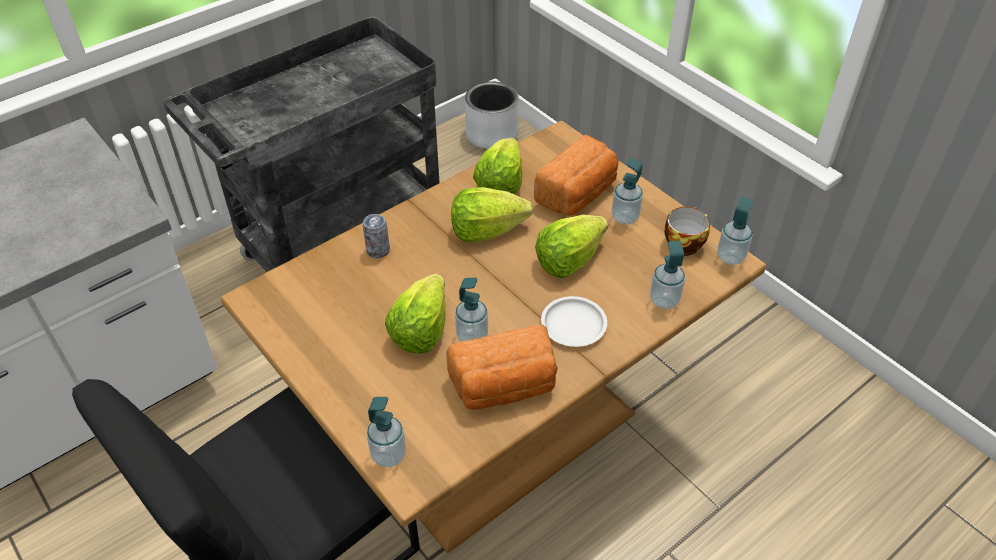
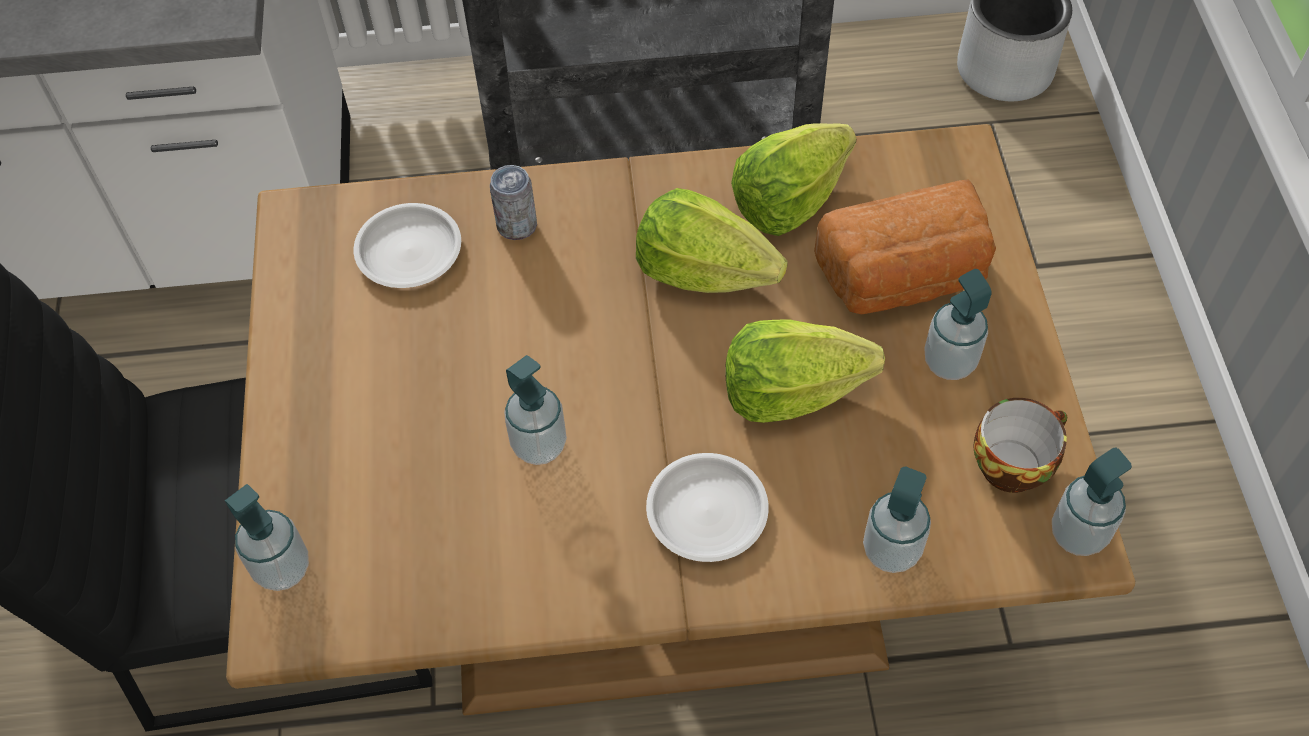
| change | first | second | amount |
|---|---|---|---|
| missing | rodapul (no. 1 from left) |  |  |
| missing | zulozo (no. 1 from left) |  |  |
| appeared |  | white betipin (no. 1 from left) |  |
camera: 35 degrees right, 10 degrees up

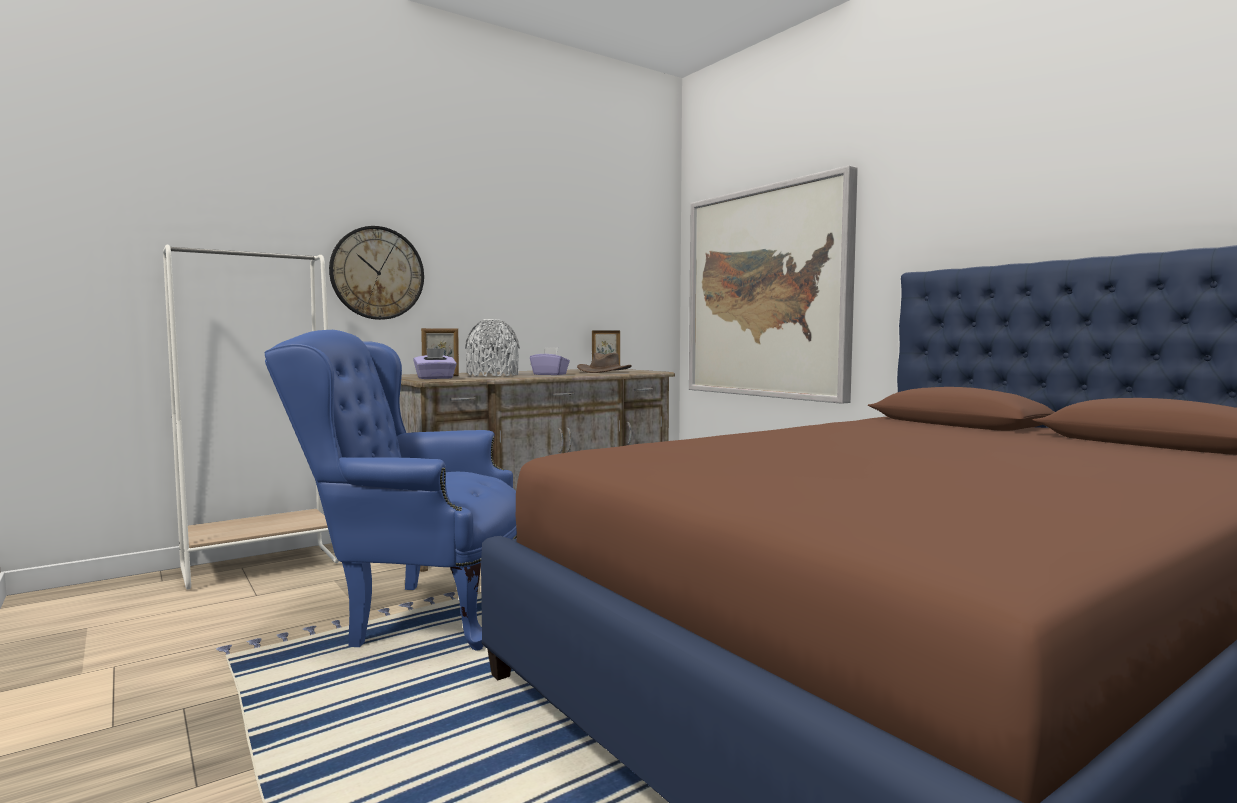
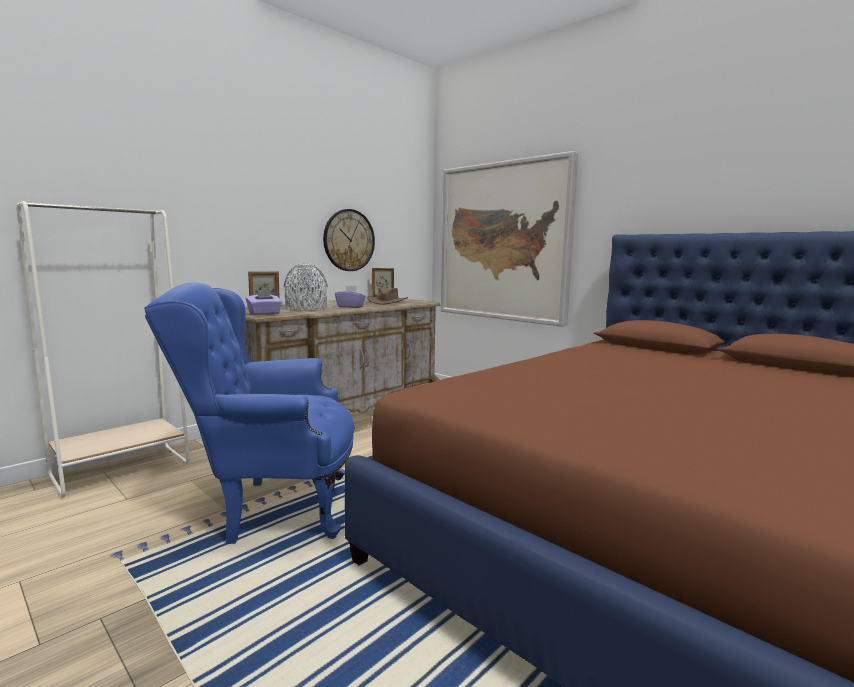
| change | first | second | amount |
|---|---|---|---|
| relocated | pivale |  |  |
camera: 10 degrees left, 5 degrees up

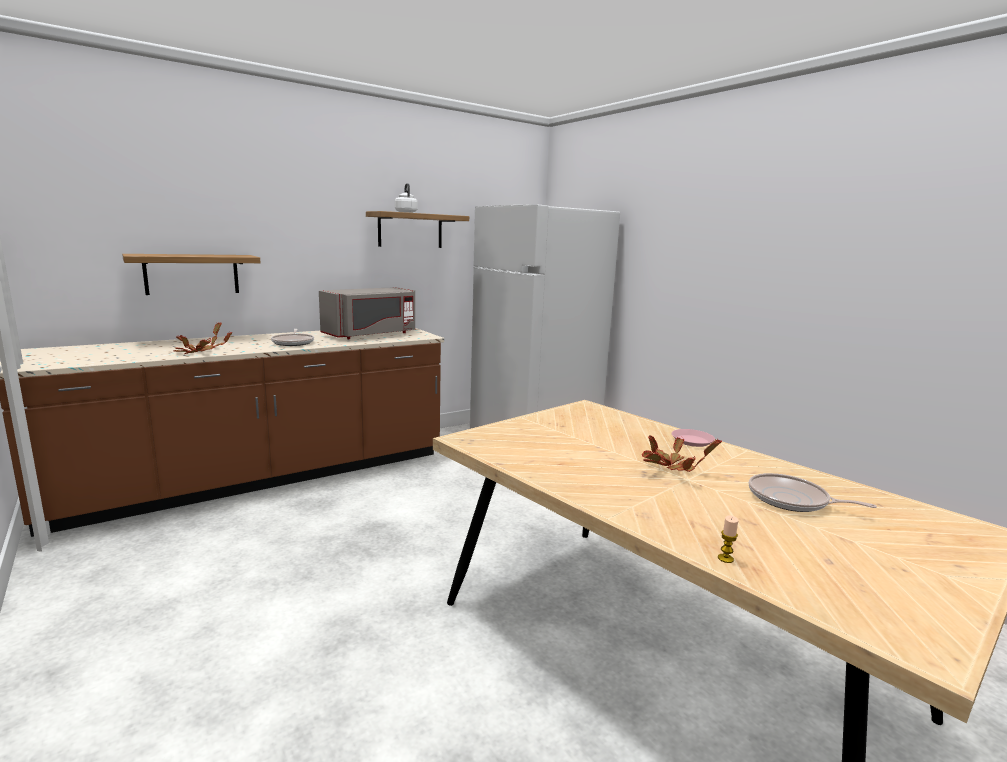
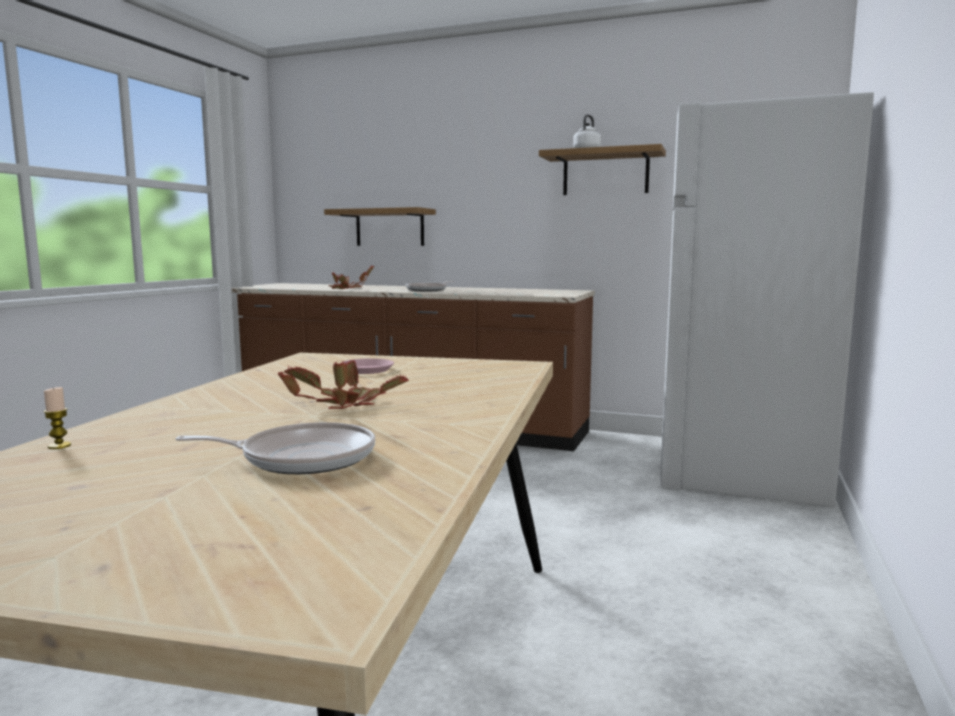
| change | first | second | amount |
|---|---|---|---|
| missing | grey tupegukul |  |  |
| relocated | pink betipin |  |  |
| spun | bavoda (no. 2 from left in the first image) | bavoda (no. 1 from left) | 90 degrees clockwise |
camera: 55 degrees right, 5 degrees down

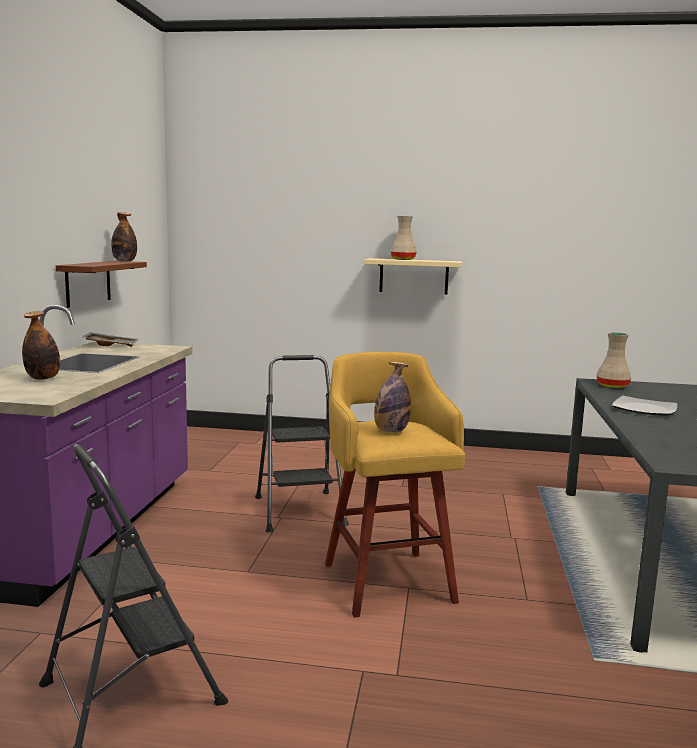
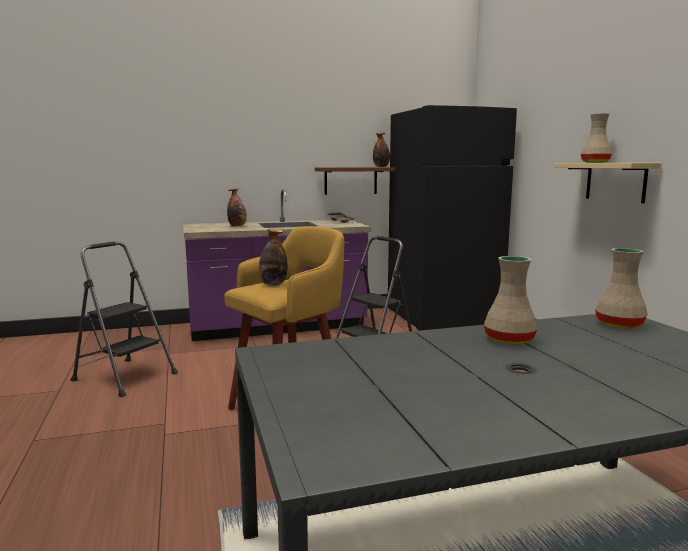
| change | first | second | amount |
|---|---|---|---|
| appeared |  | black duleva |  |
| exchanged | betipin | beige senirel (no. 1 from left) |  |
camera: 65 degrees right, 0 degrees up

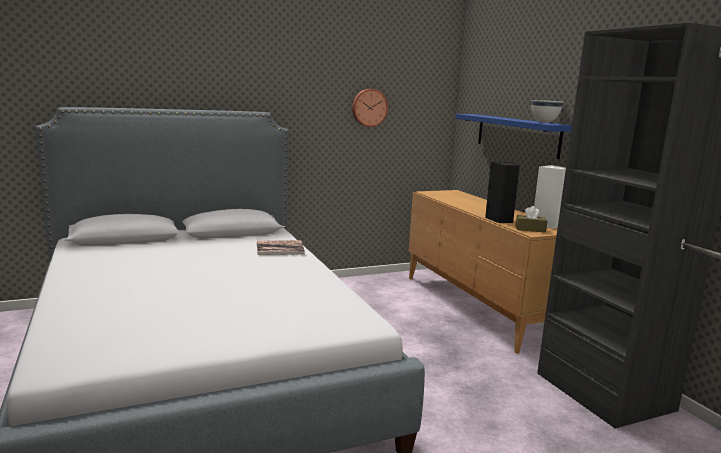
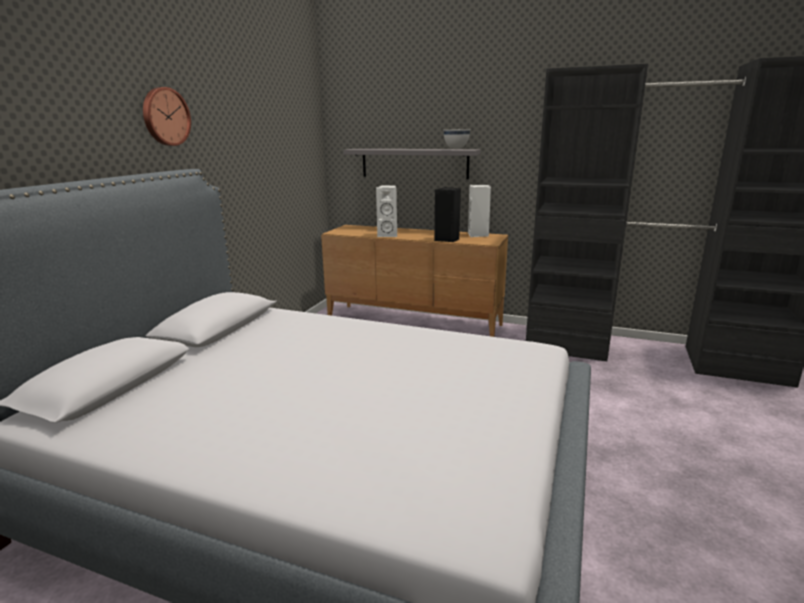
| change | first | second | amount |
|---|---|---|---|
| missing | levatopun |  |  |
| missing | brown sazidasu |  |  |
| appeared |  | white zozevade (no. 1 from left) |  |
| relocated | pivale |  |  |
| colour | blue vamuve | grey vamuve |  |
camera: 45 degrees left, 5 degrees up

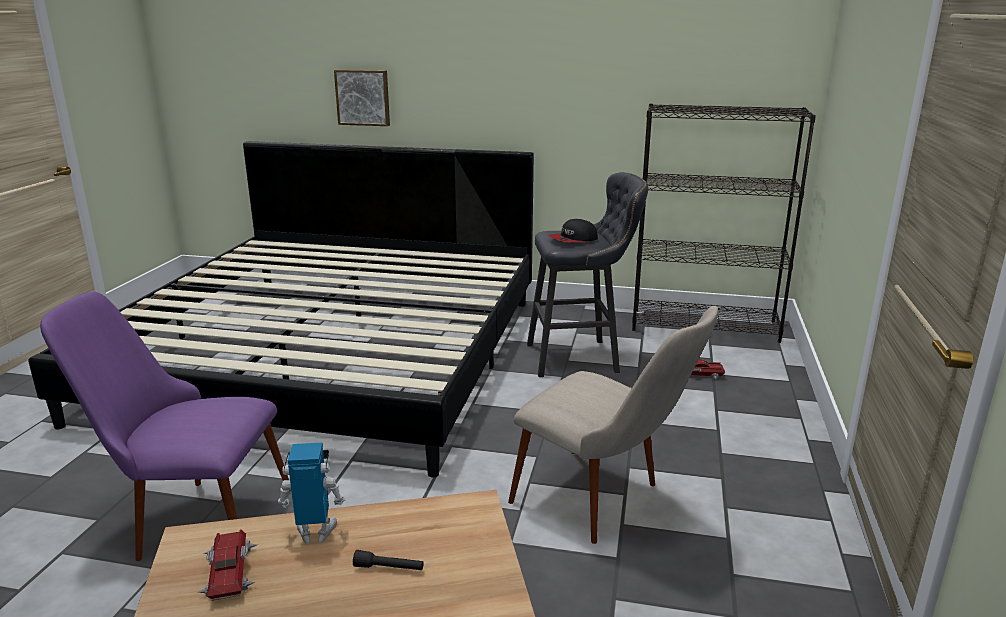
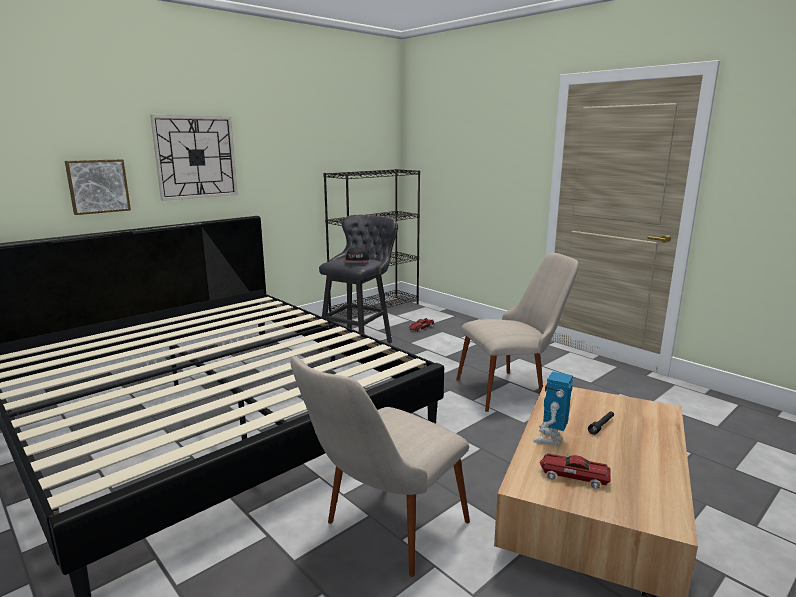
| change | first | second | amount |
|---|---|---|---|
| appeared |  | pivale |  |
| colour | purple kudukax | beige kudukax (no. 1 from left) |  |
camera: 55 degrees left, 5 degrees down

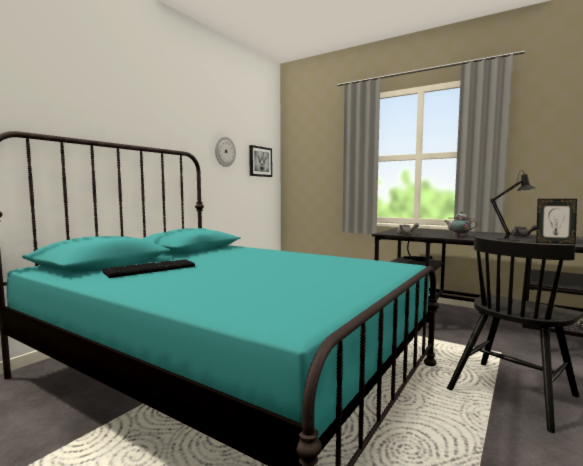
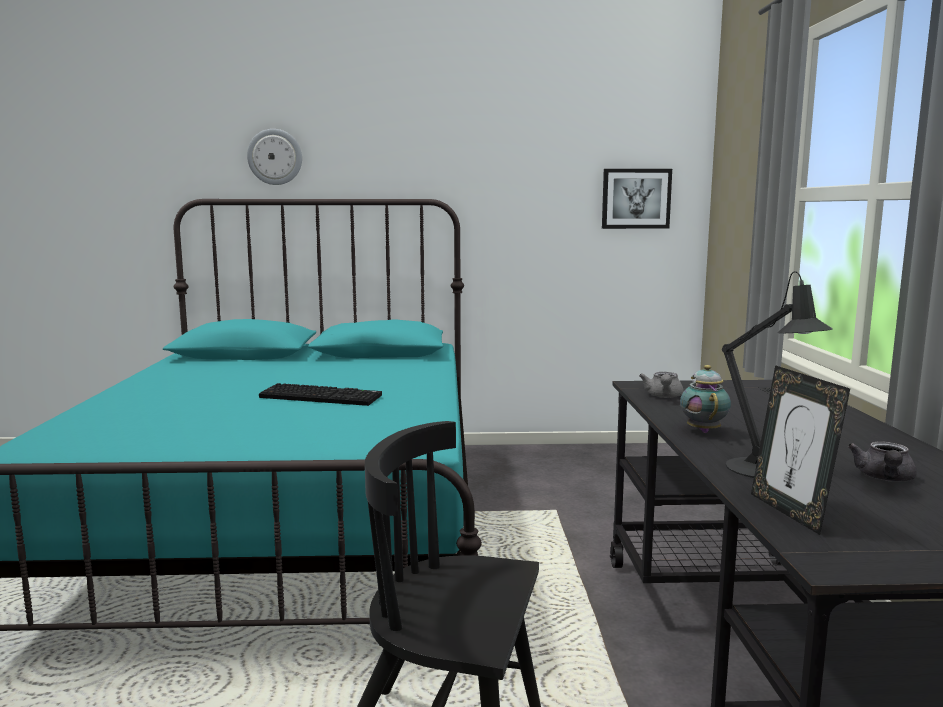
| change | first | second | amount |
|---|---|---|---|
| relocated | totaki |  |  |
| relocated | pivale |  |  |
camera: 55 degrees right, 5 degrees up

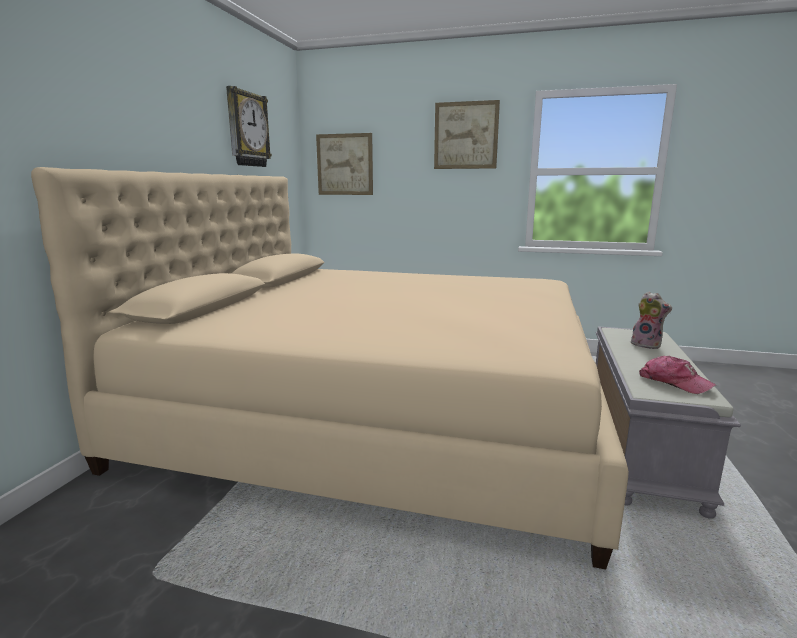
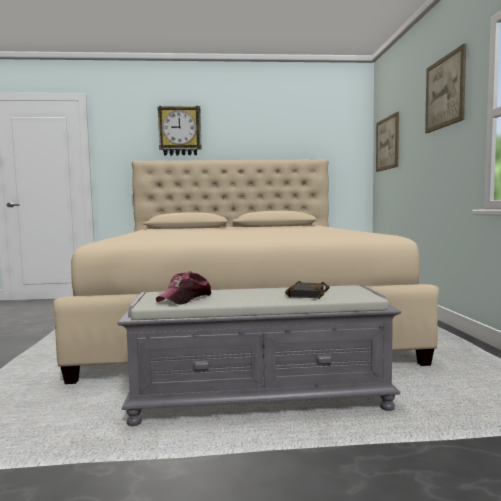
| change | first | second | amount |
|---|---|---|---|
| relocated | pivale |  |  |
| exchanged | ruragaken | black levatopun |  |
camera: 70 degrees right, 10 degrees down

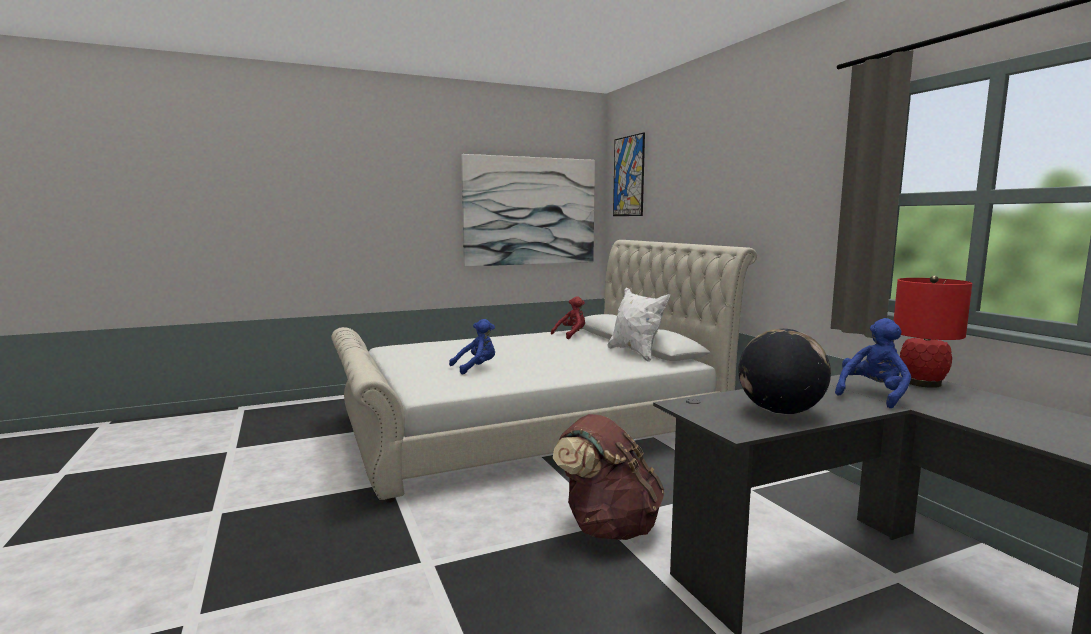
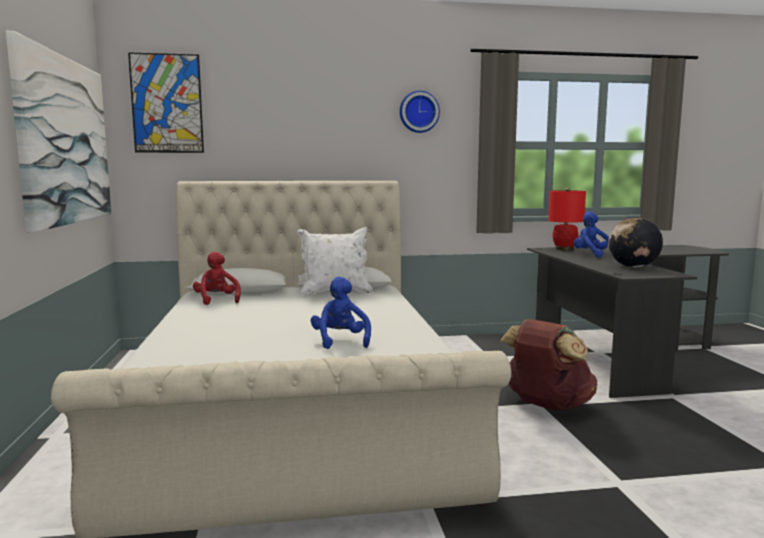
| change | first | second | amount |
|---|---|---|---|
| appeared |  | pivale |  |
camera: 75 degrees left, 0 degrees up

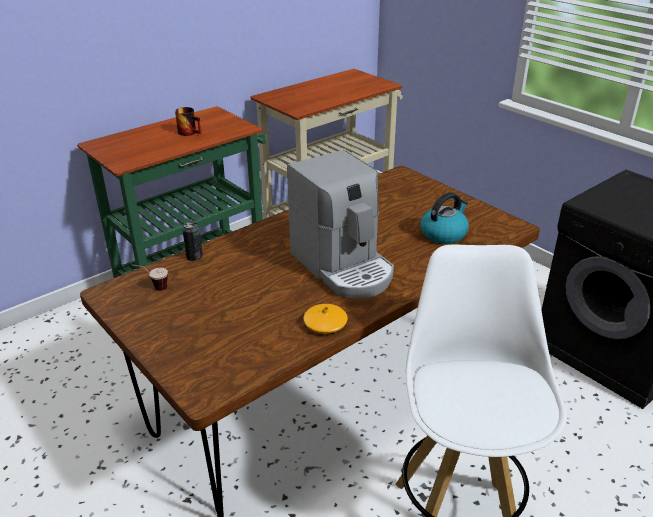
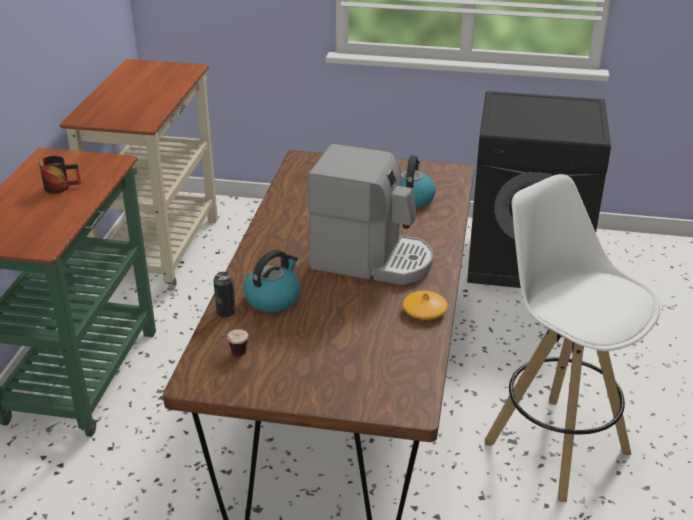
| change | first | second | amount |
|---|---|---|---|
| appeared |  | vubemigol (no. 1 from left) |  |
camera: 40 degrees left, 0 degrees up

